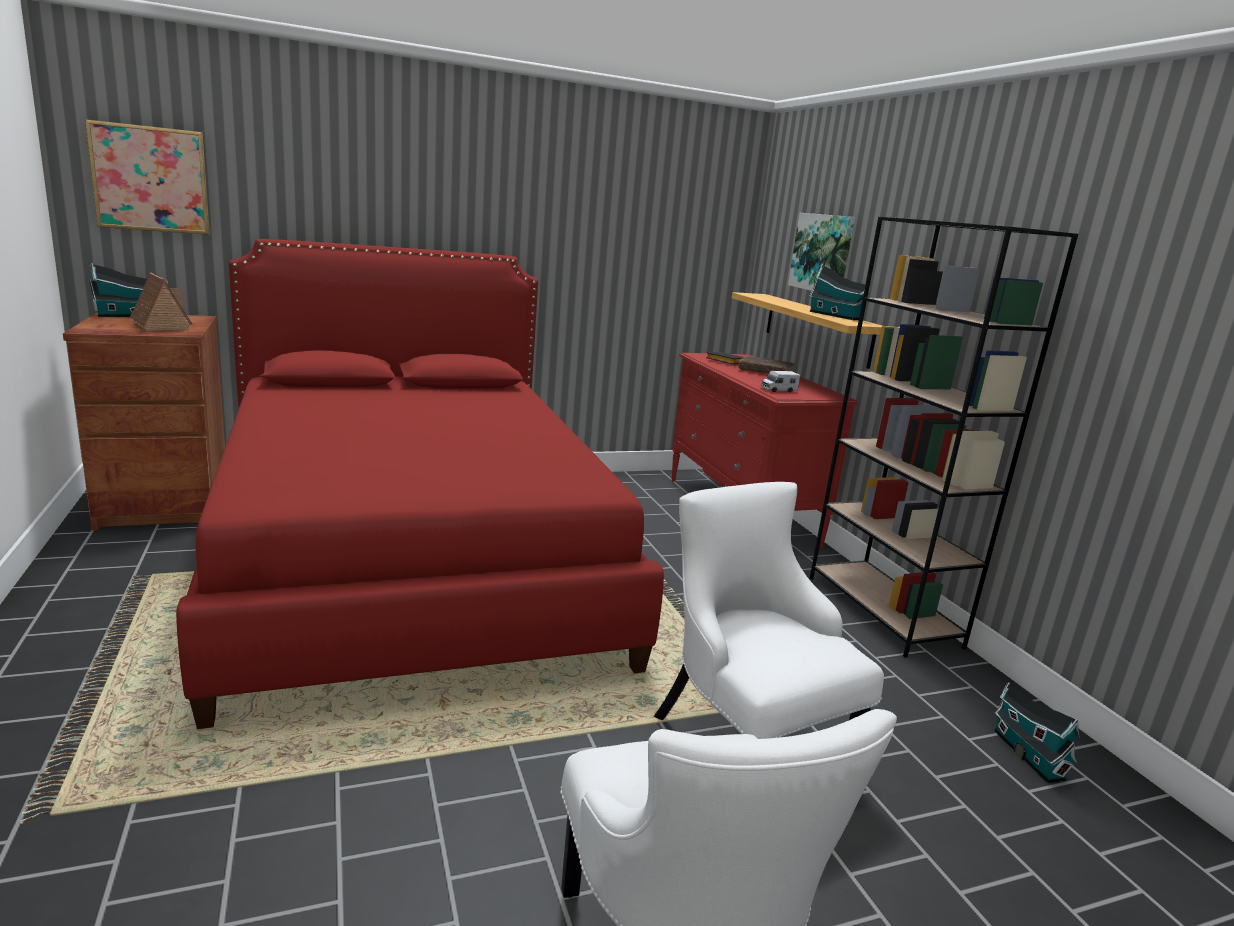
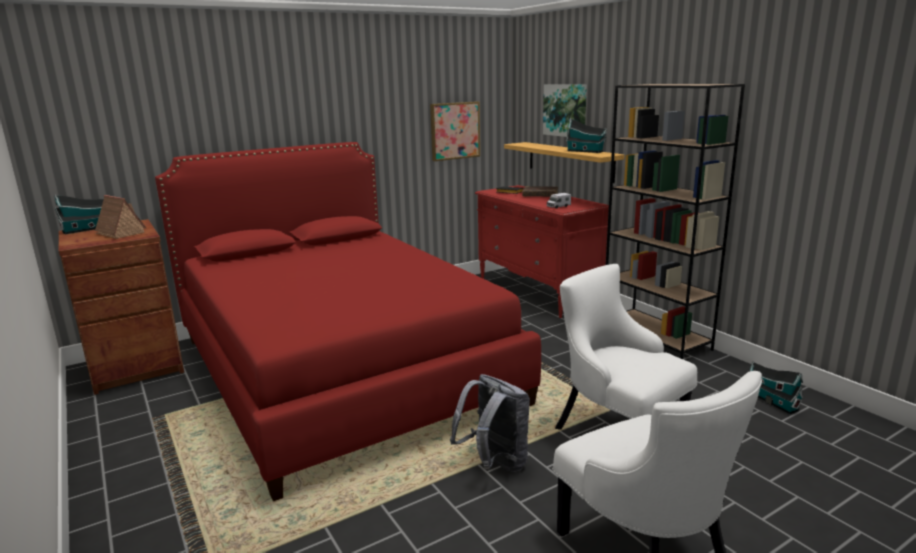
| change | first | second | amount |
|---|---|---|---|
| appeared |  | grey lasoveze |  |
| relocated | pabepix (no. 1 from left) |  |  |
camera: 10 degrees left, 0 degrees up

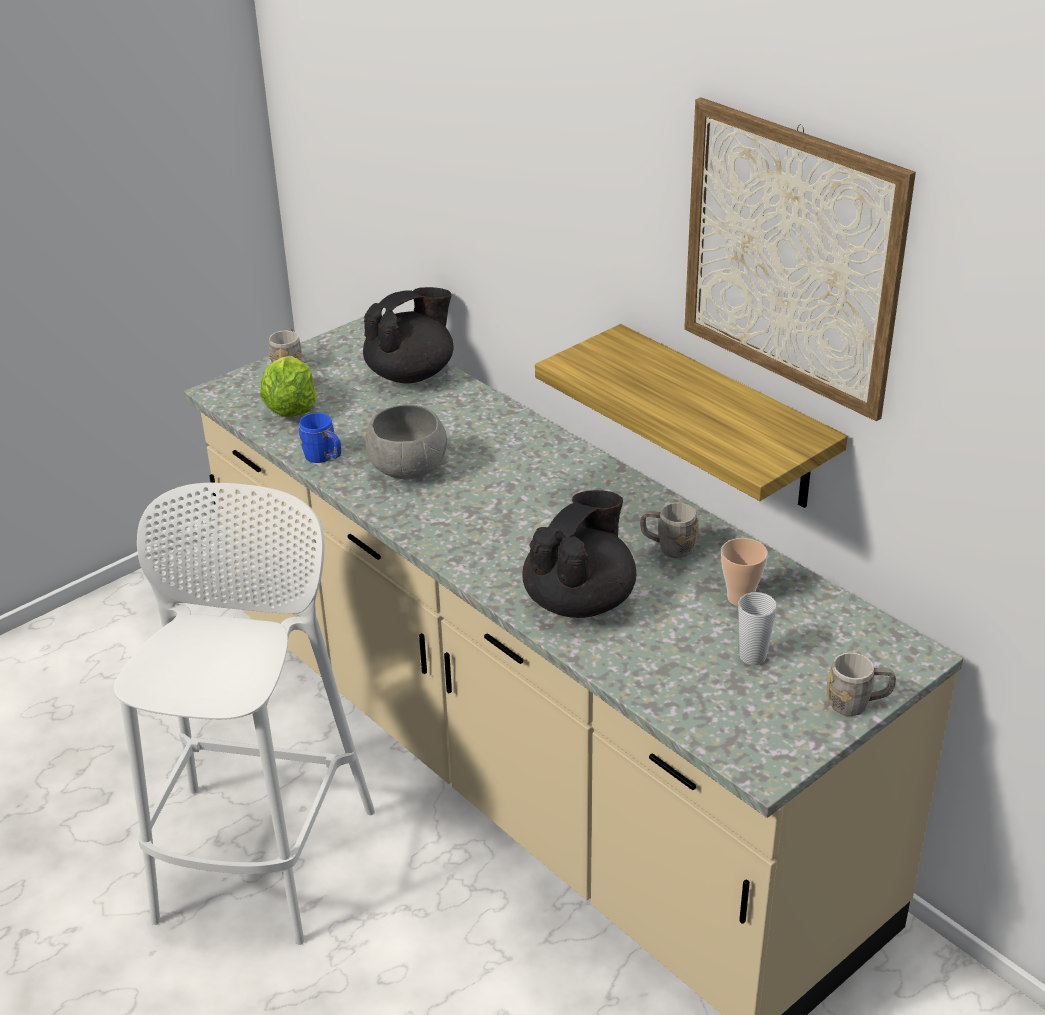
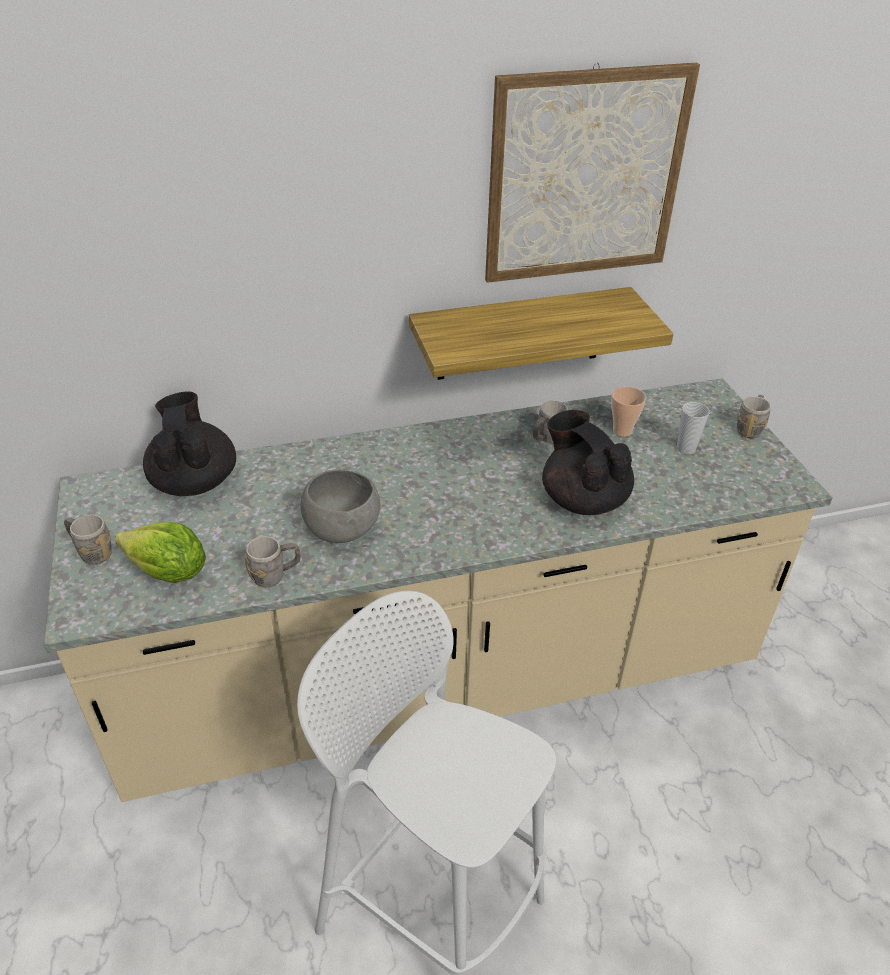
| change | first | second | amount |
|---|---|---|---|
| colour | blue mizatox | grey mizatox (no. 2 from left) |  |
camera: 65 degrees left, 5 degrees up

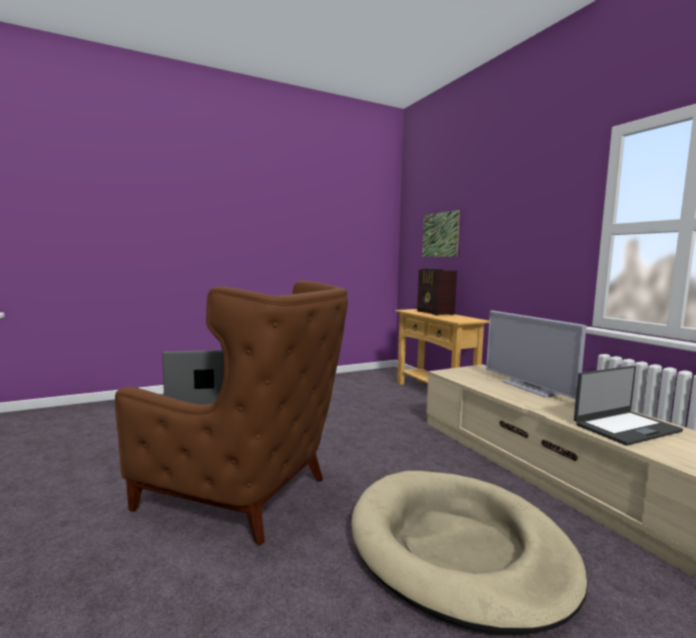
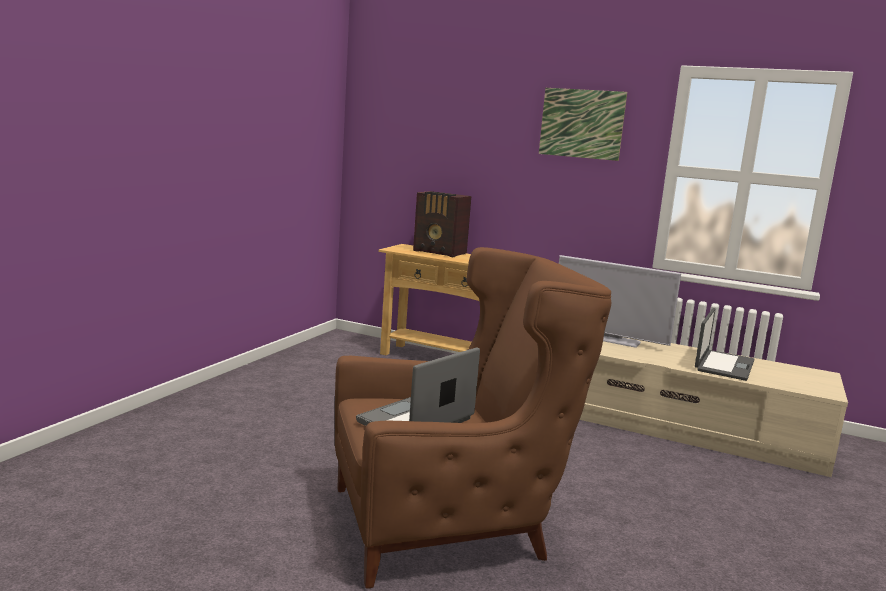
| change | first | second | amount |
|---|---|---|---|
| missing | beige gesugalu |  |  |
| relocated | pabepix |  |  |
camera: 40 degrees left, 5 degrees up

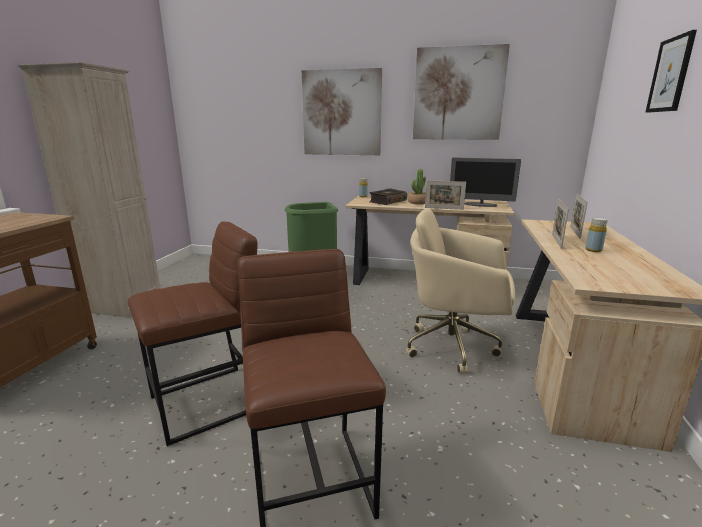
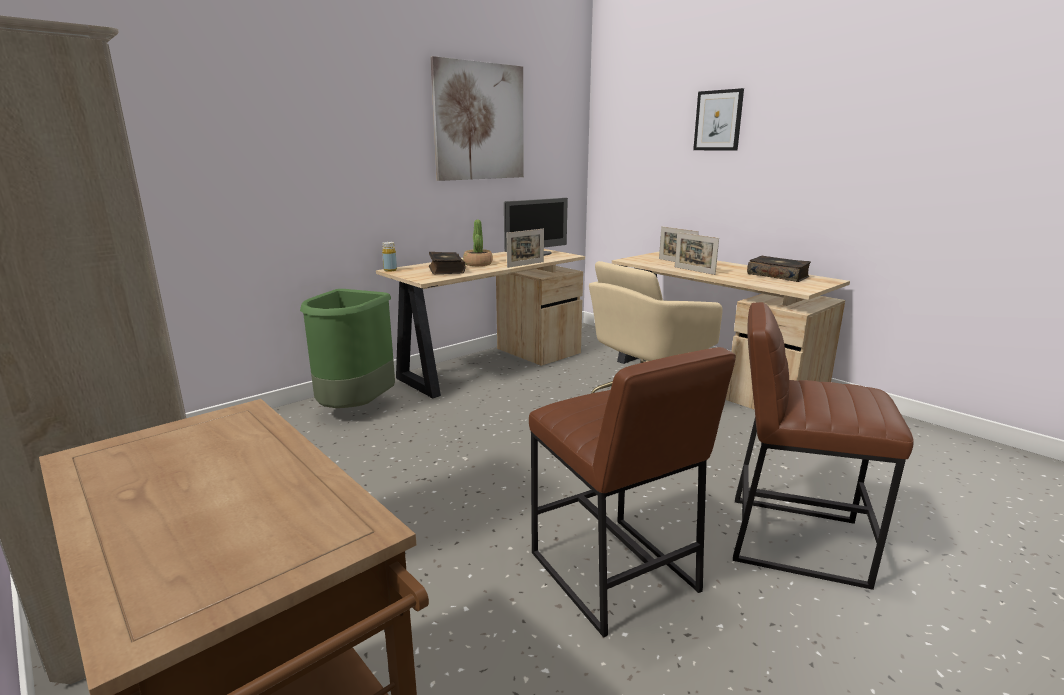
| change | first | second | amount |
|---|---|---|---|
| missing | pabepix (no. 1 from left) |  |  |
| missing | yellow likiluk (no. 2 from left) |  |  |
| appeared |  | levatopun (no. 2 from left) |  |
| spun | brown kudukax (no. 1 from left) |  | 150 degrees clockwise |
camera: 55 degrees left, 0 degrees up

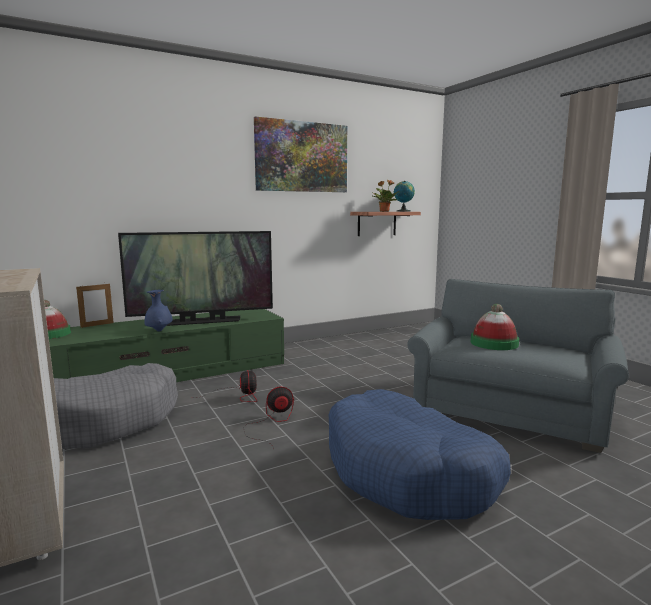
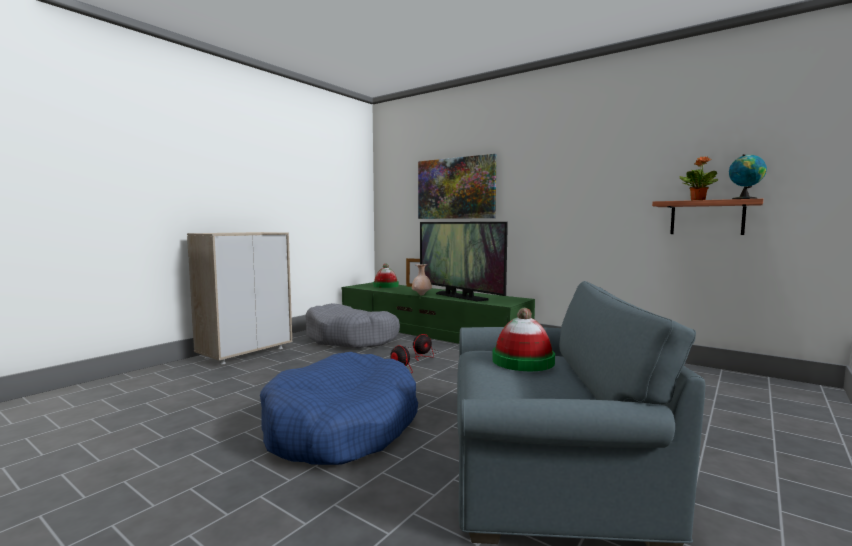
| change | first | second | amount |
|---|---|---|---|
| relocated | pabepix |  |  |
| colour | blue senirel | beige senirel |  |
camera: 65 degrees right, 5 degrees down

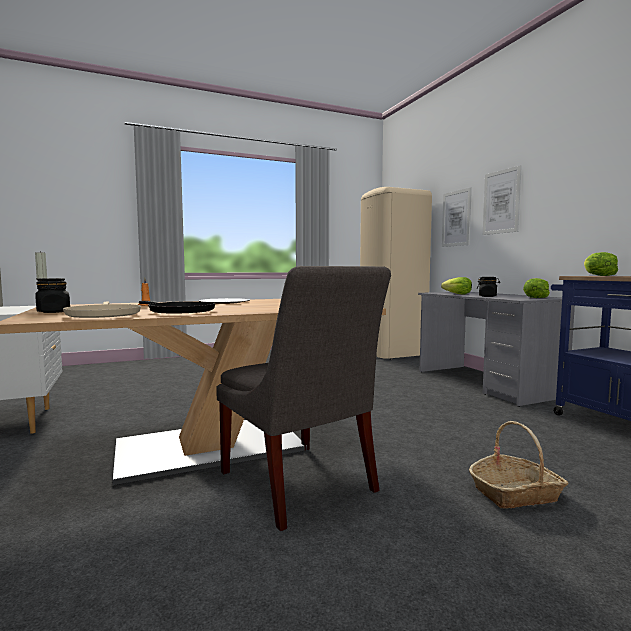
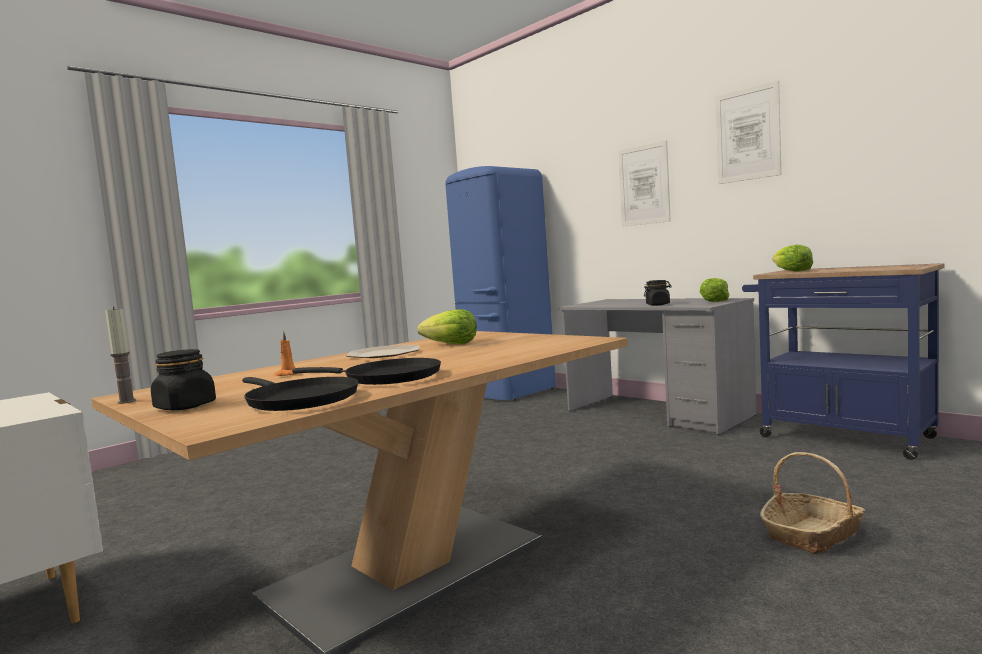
| change | first | second | amount |
|---|---|---|---|
| missing | grey kudukax |  |  |
| relocated | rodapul (no. 1 from left) |  |  |
| relocated | pabepix (no. 1 from left in the first image) | pabepix (no. 2 from left) |  |
| colour | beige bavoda | black bavoda (no. 1 from left) |  |
| colour | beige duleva | blue duleva |  |
camera: 20 degrees left, 0 degrees up

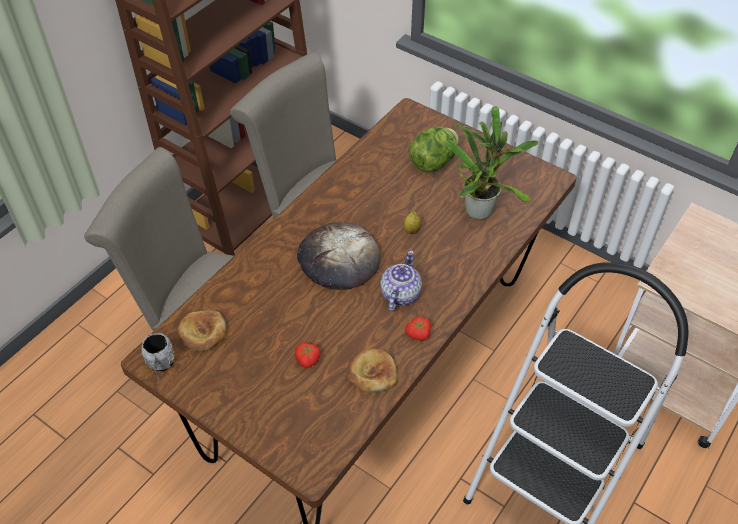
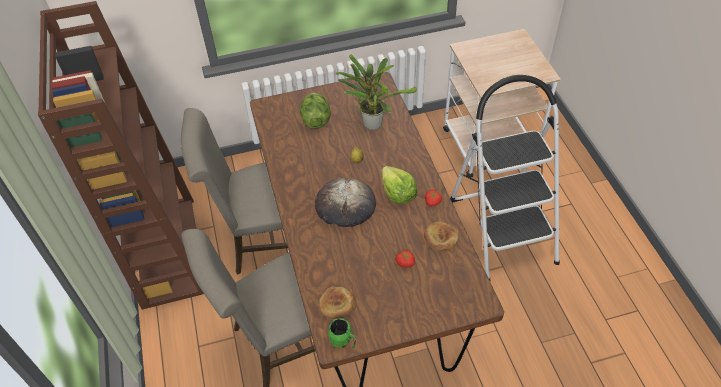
| change | first | second | amount |
|---|---|---|---|
| exchanged | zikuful | rodapul (no. 2 from left) |  |
| colour | grey mizatox | green mizatox |  |
camera: 50 degrees left, 0 degrees up

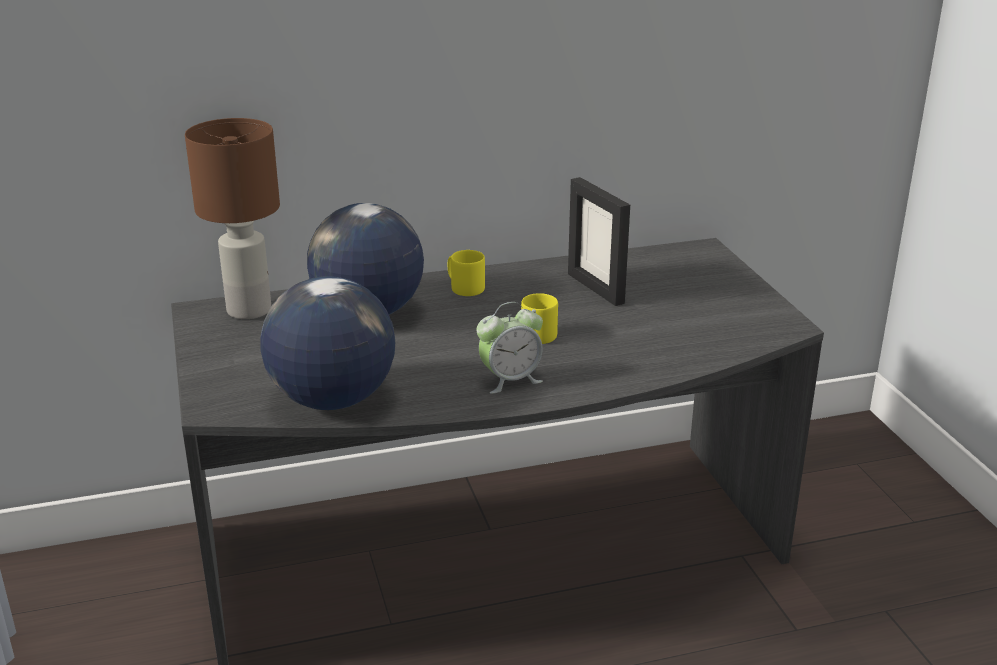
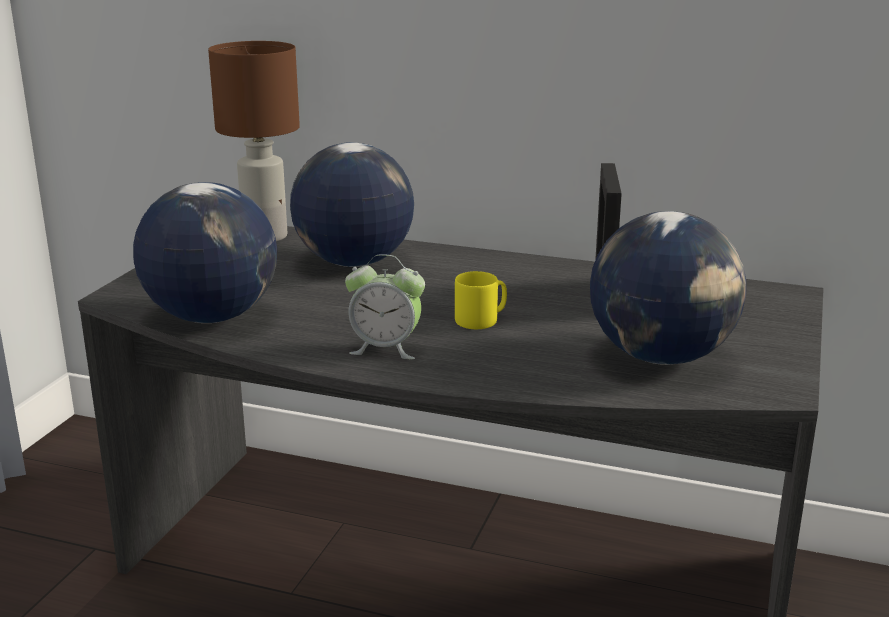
| change | first | second | amount |
|---|---|---|---|
| missing | yellow mizatox (no. 1 from left) |  |  |
| appeared |  | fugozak (no. 3 from left) |  |
camera: 35 degrees right, 5 degrees down

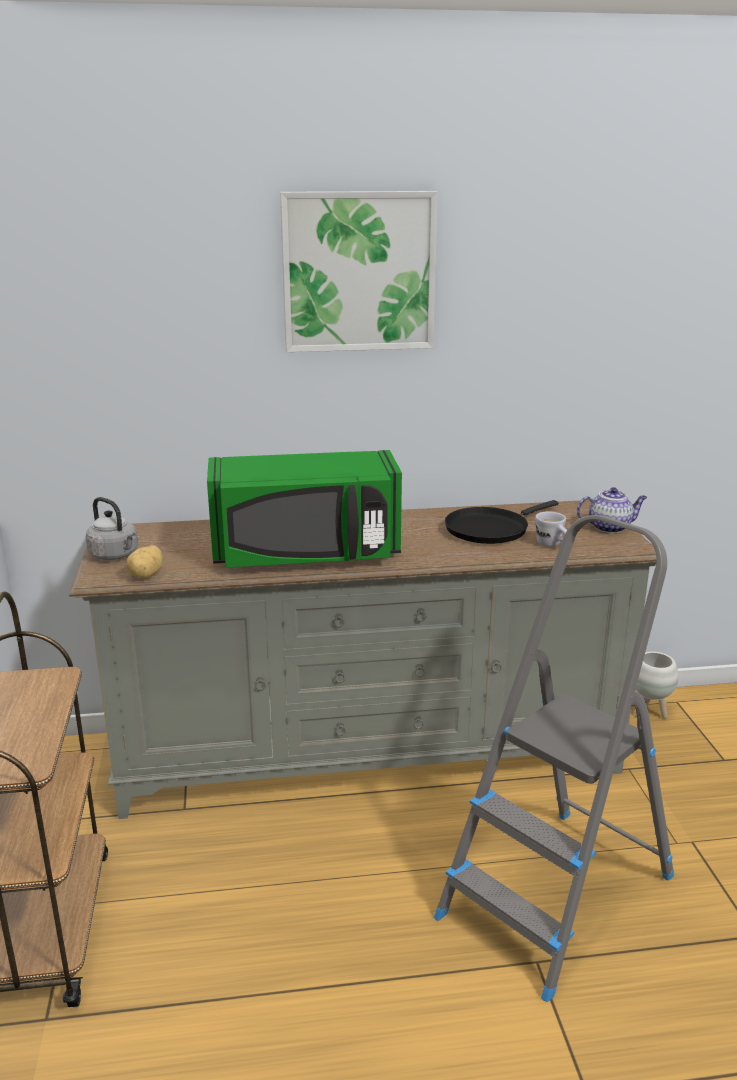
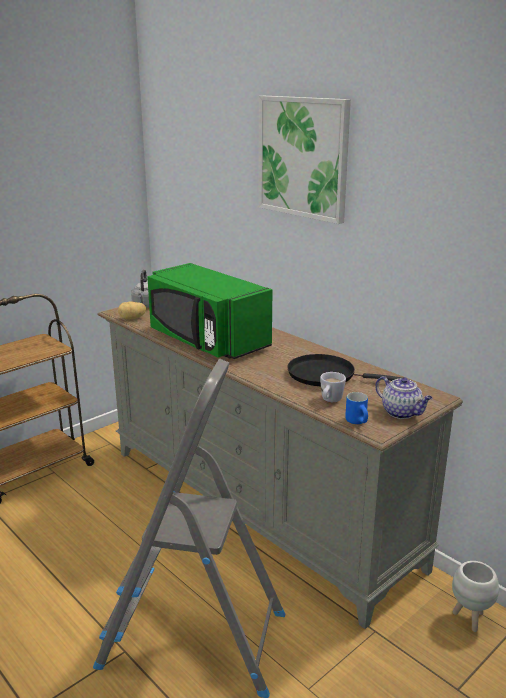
| change | first | second | amount |
|---|---|---|---|
| appeared |  | blue mizatox |  |
camera: 55 degrees right, 0 degrees up

